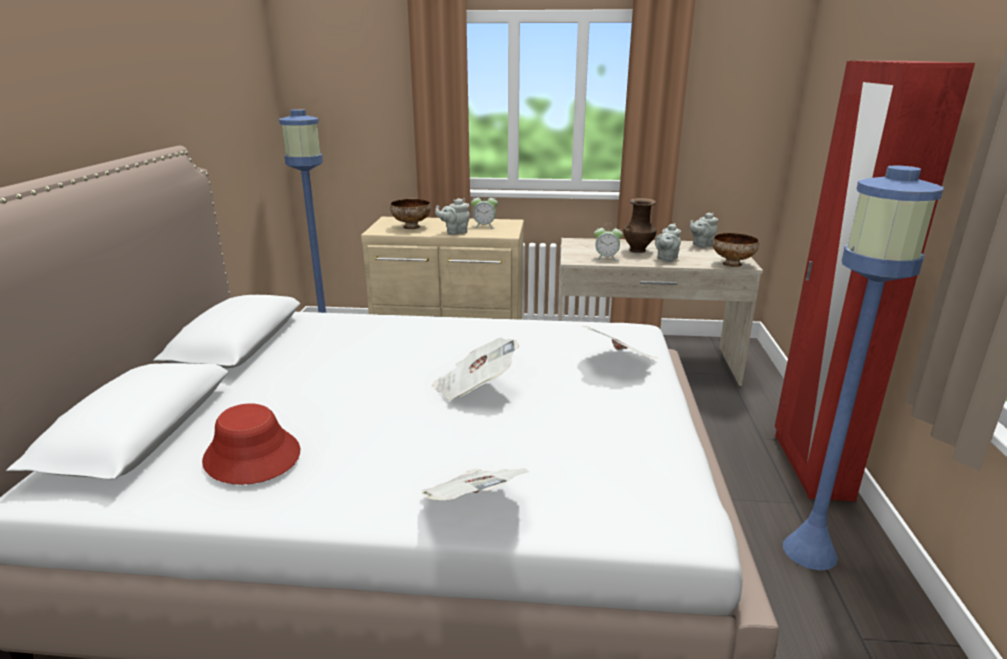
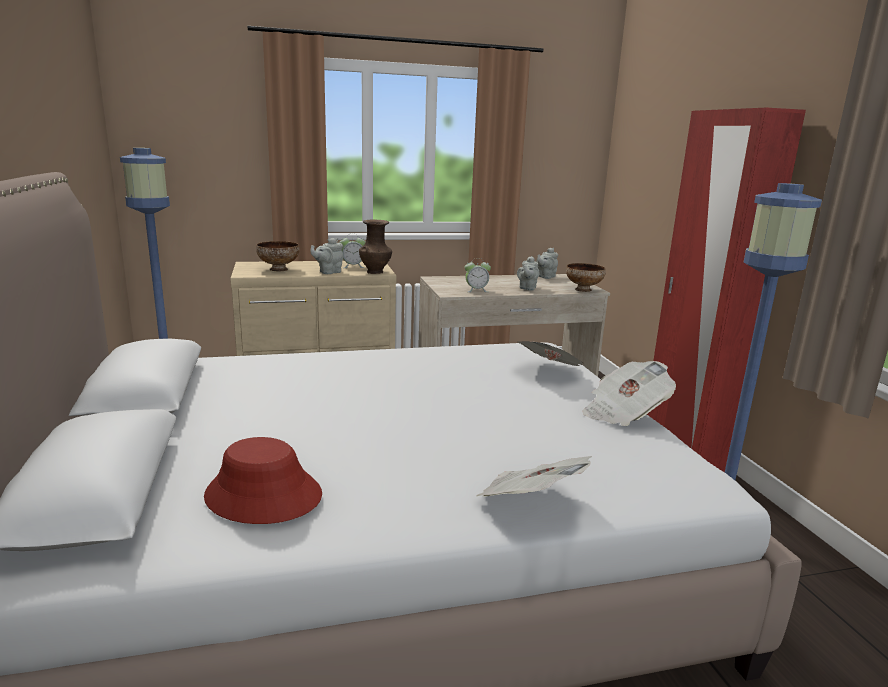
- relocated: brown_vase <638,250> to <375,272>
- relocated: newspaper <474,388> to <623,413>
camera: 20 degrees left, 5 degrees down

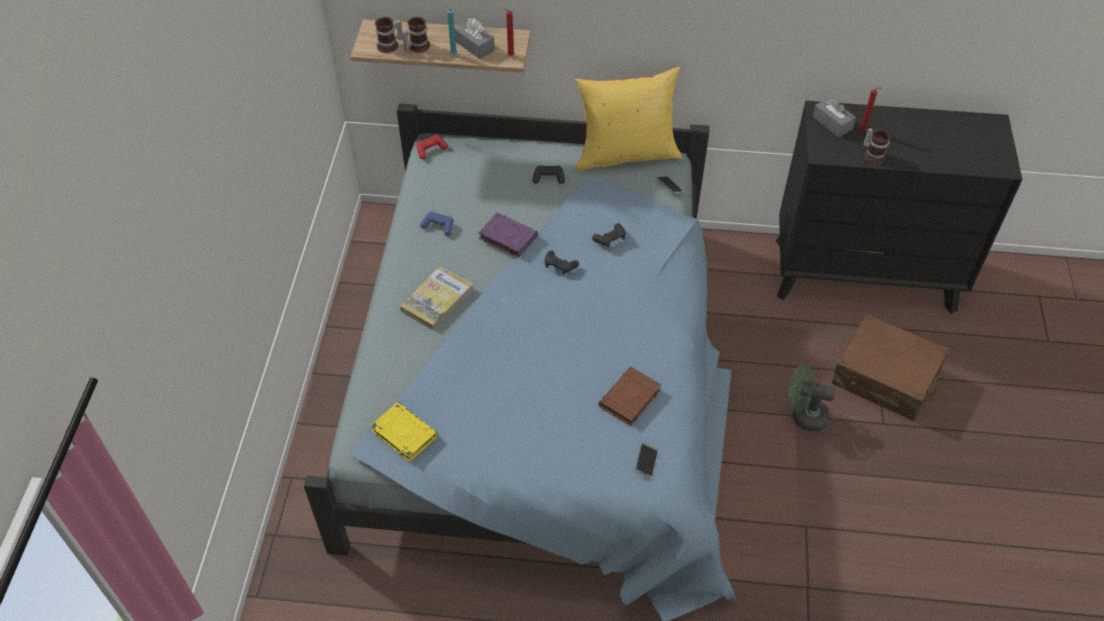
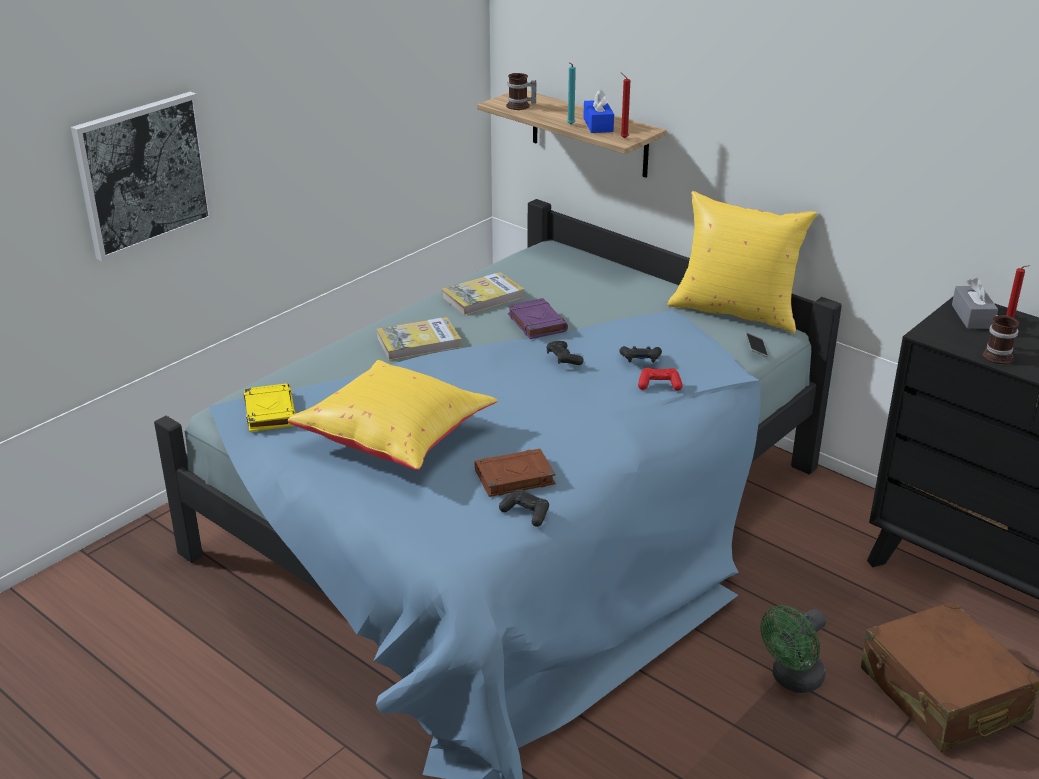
- appeared: picture <143,174>
- appeared: yellow_pillow <396,437>
- exchanged: blue_game_controller <438,226> to book <482,297>
- relocated: black_game_controller <548,178> to <526,513>
- colour: grey_tissue_box <475,46> to blue_tissue_box <598,125>
- relocated: red_game_controller <431,150> to <659,385>
- spun: green_fan <803,416> = <792,680> 90 degrees counterclockwise
- missing: mug <416,46>
- missing: phone <646,462>
camera: 35 degrees right, 20 degrees down

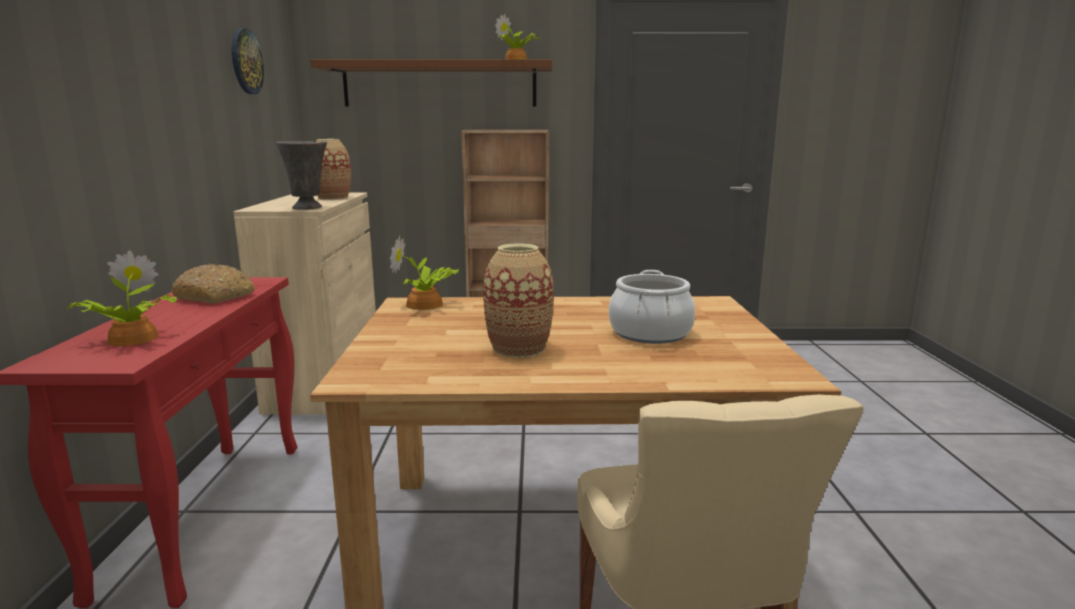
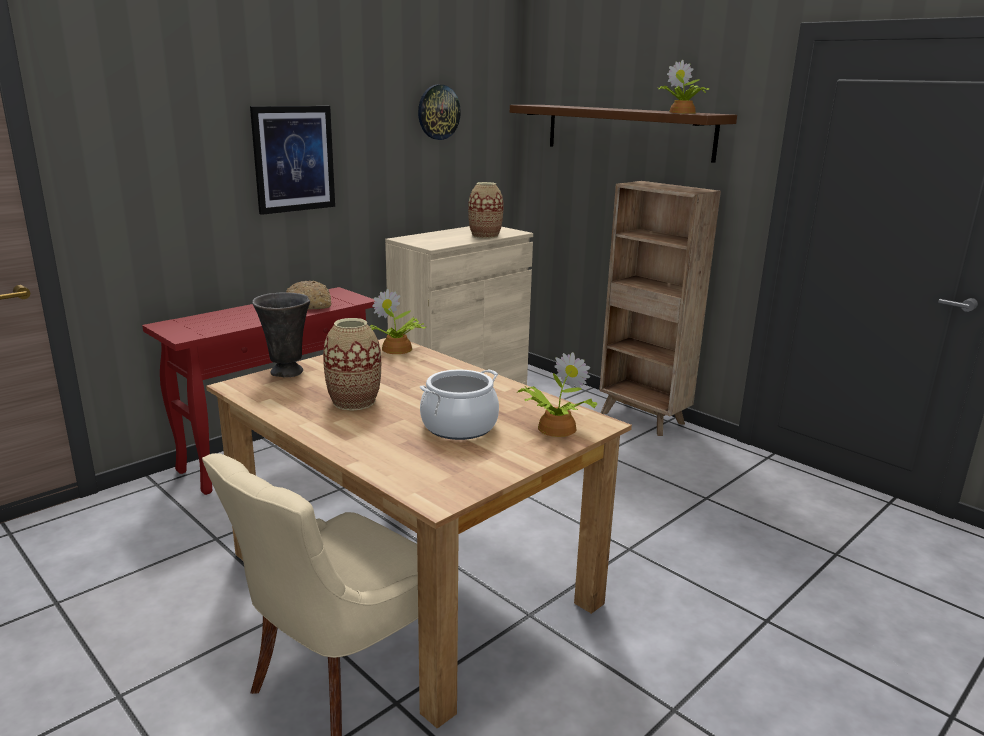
- appeared: picture <293,159>
- relocated: grey_vase <308,208> to <287,373>
- relocated: potted_plant <130,339> to <554,428>
camera: 45 degrees right, 5 degrees up

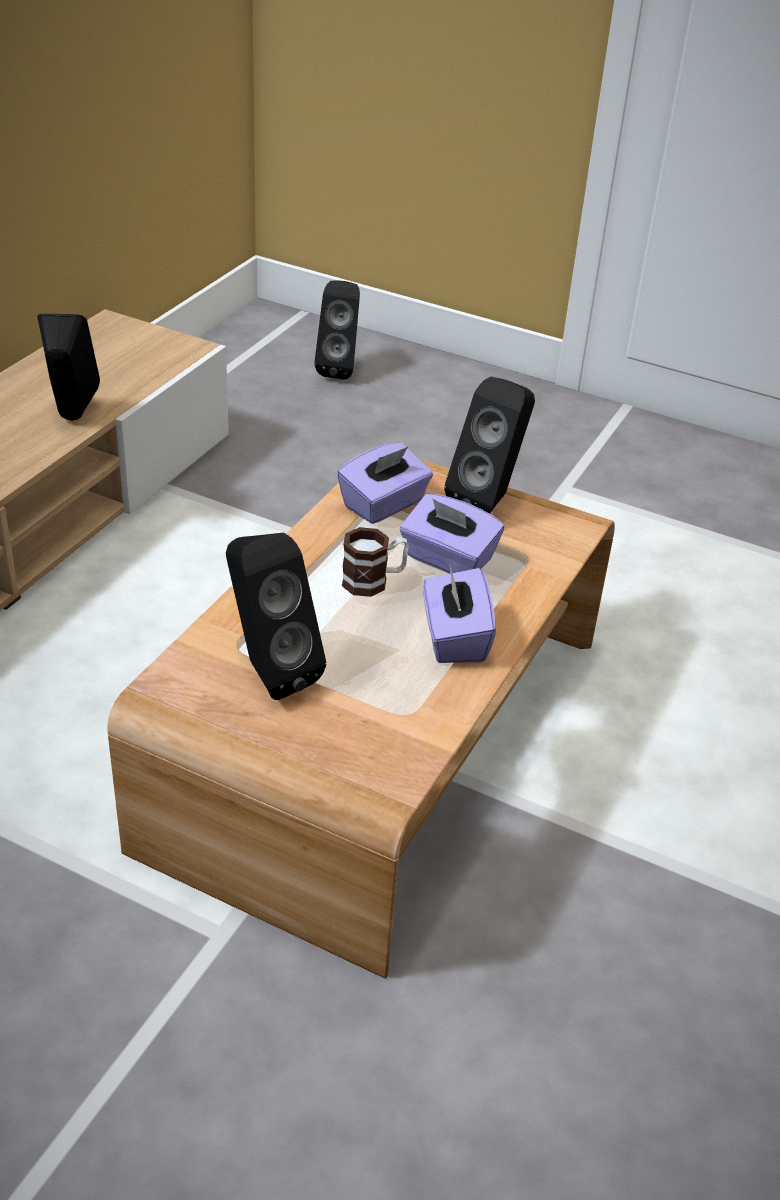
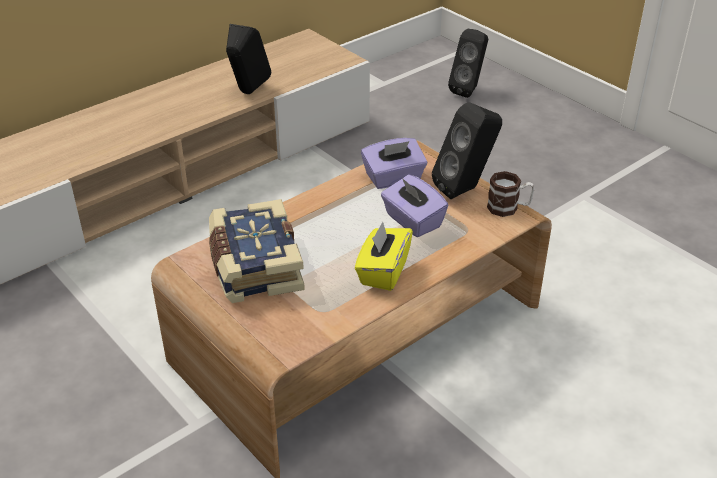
- exchanged: black_speaker <268,672> to book <254,266>
- colour: purple_tissue_box <454,638> to yellow_tissue_box <383,272>
- relocated: mug <374,581> to <509,208>
camera: 25 degrees right, 0 degrees up

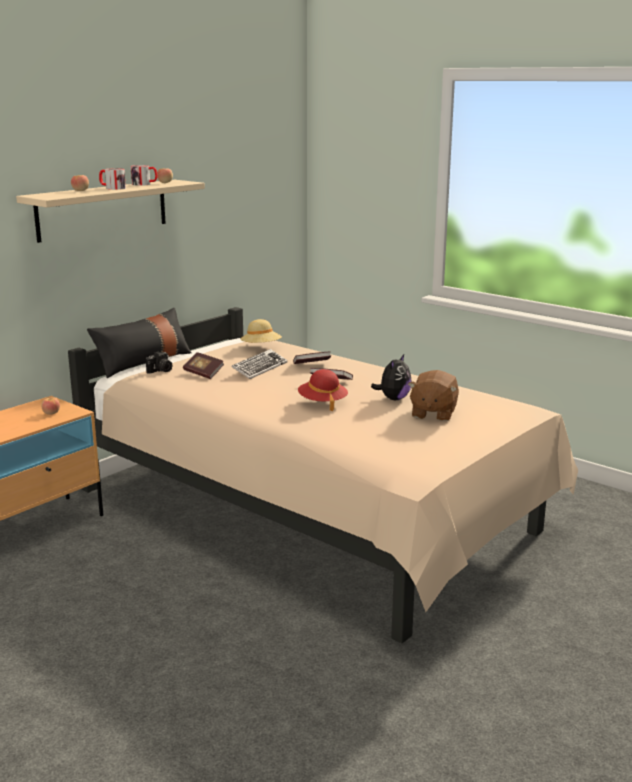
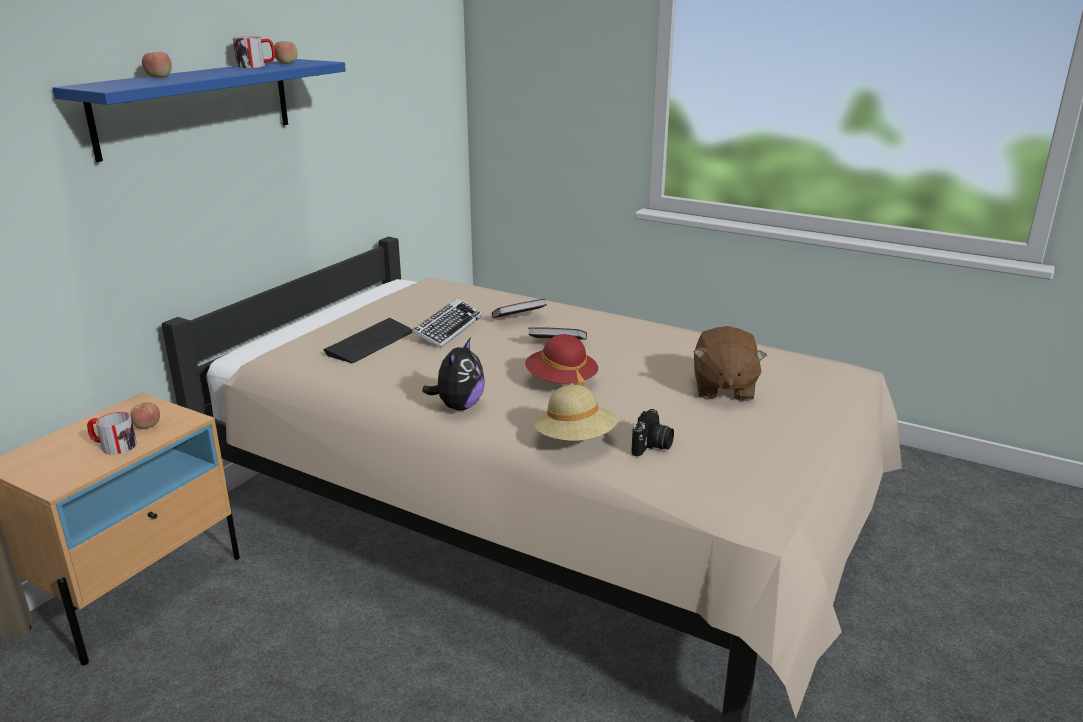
- colour: beige_shelf <103,209> to blue_shelf <195,106>
- relocated: mug <112,188> to <113,446>
- exchanged: book <203,373> to keyboard <370,343>
- relocated: plush_toy <393,398> to <459,406>
- relocated: beige_hat <261,348> to <575,440>
- relocated: photo_camera <160,371> to <652,446>
- missing: black_pillow <143,362>
camera: 10 degrees left, 5 degrees up

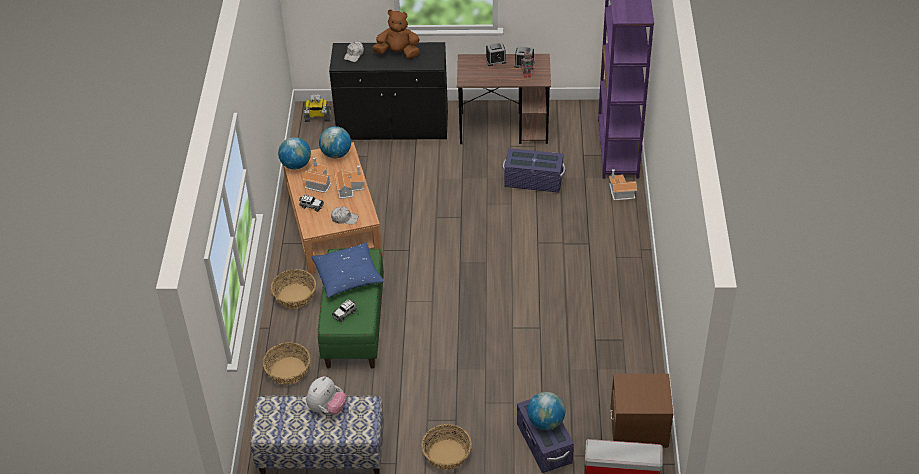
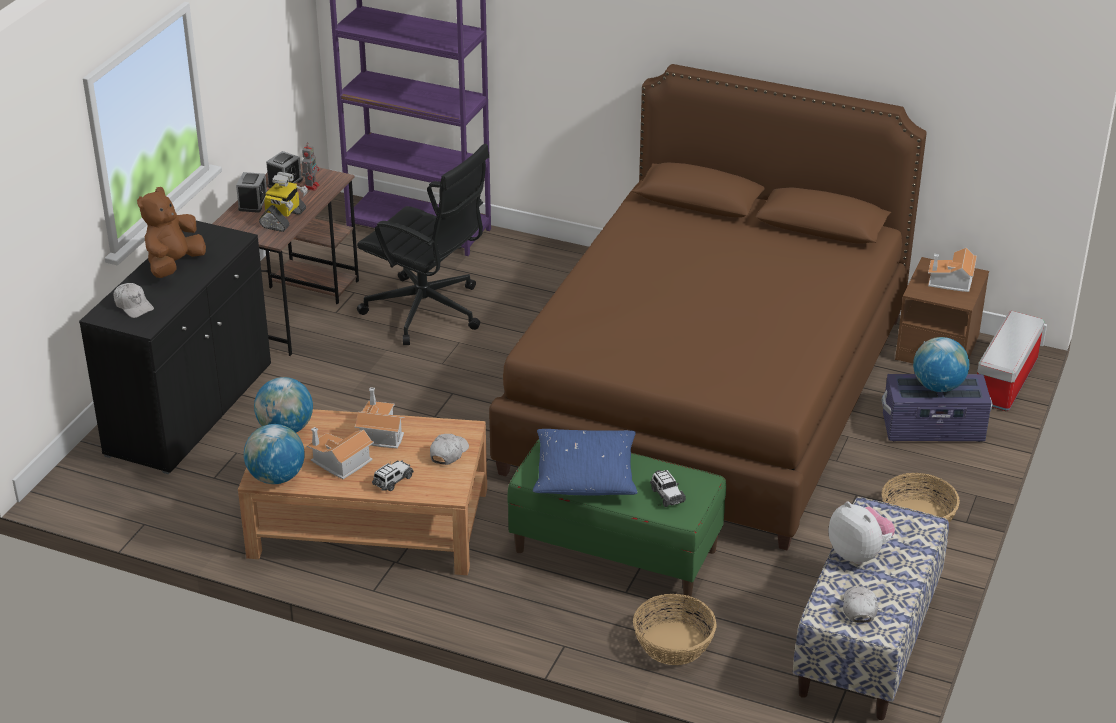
- relocated: toy_robot <317,117> to <284,219>
- exchanged: purple_storage_box <533,181> to black_office_chair <427,312>
- appeared: brown_bed <708,393>
- appeared: white_cap <859,608>
- relocated: toy_house <620,192> to <951,281>
- missing: basket <294,296>
camera: 70 degrees left, 10 degrees down

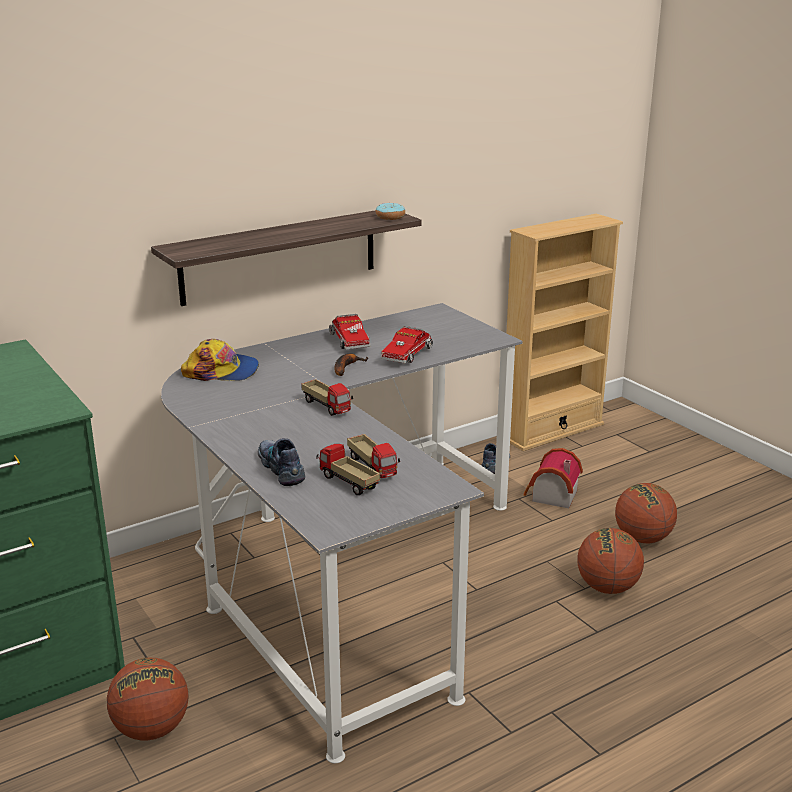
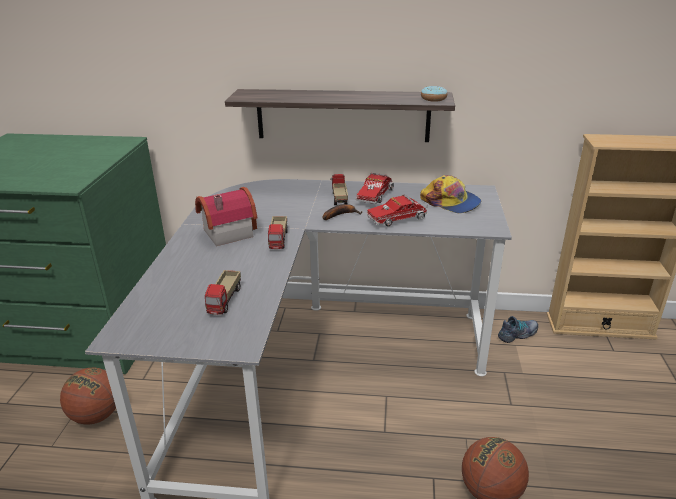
- relocated: toy_house <551,496> to <225,232>
- relocated: toy_truck <348,483> to <339,198>
- relocated: cap <222,371> to <451,202>
- missing: shoe <282,468>
- missing: basketball <642,538>
camera: 40 degrees right, 5 degrees up

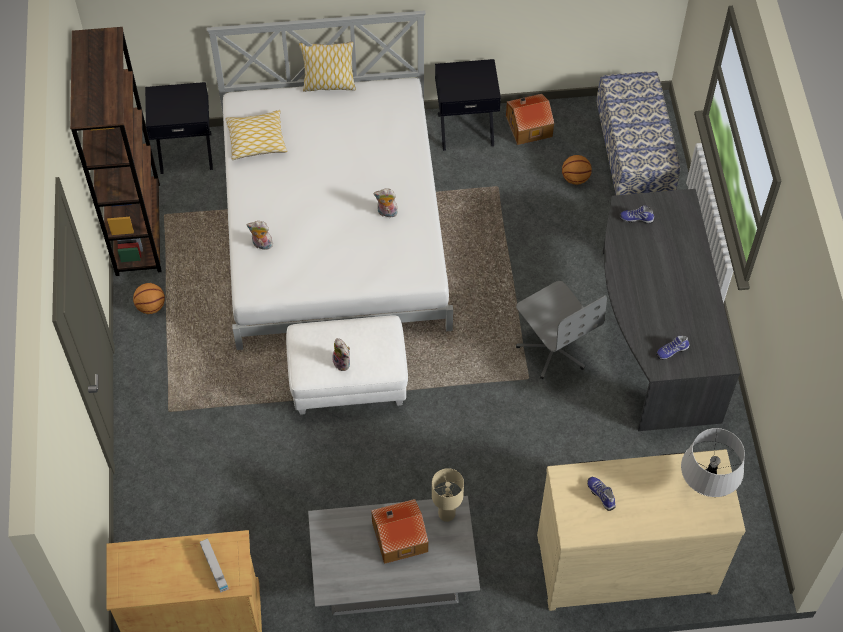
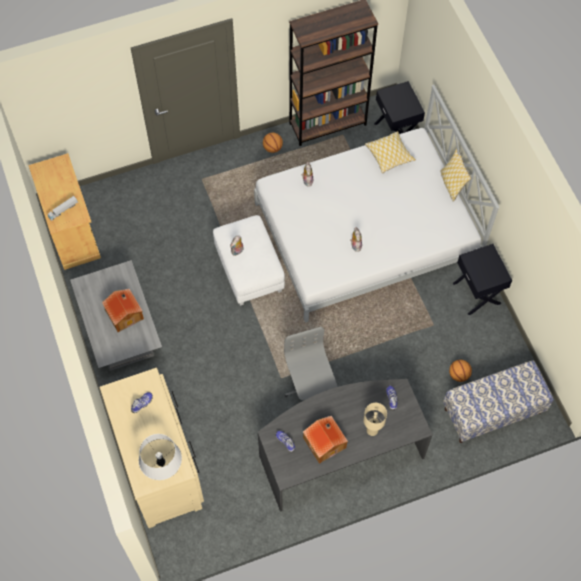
- spun: grey_office_chair <553,348> = <309,389> 120 degrees clockwise
- relocated: toy_house <528,126> to <324,442>
- relocated: beige_table_lamp <447,513> to <372,430>
camera: 75 degrees right, 5 degrees up

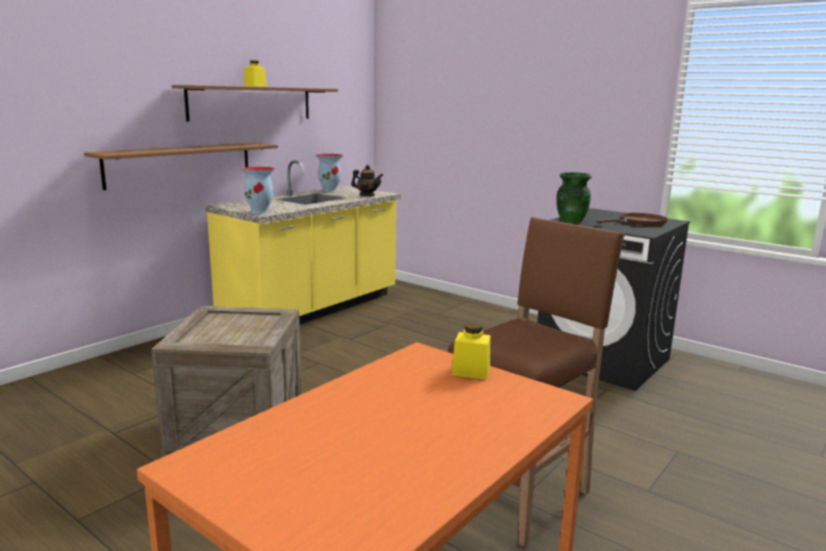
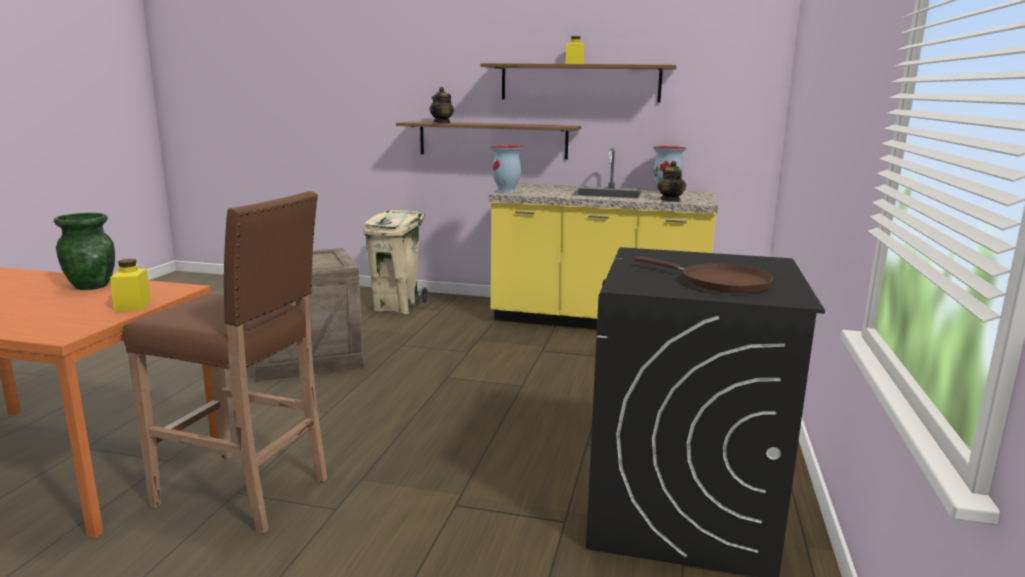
- relocated: green_vase <571,221> to <92,286>
- appeared: beige_trash_can <397,307>
- appeared: teapot <442,122>
camera: 65 degrees right, 0 degrees up

